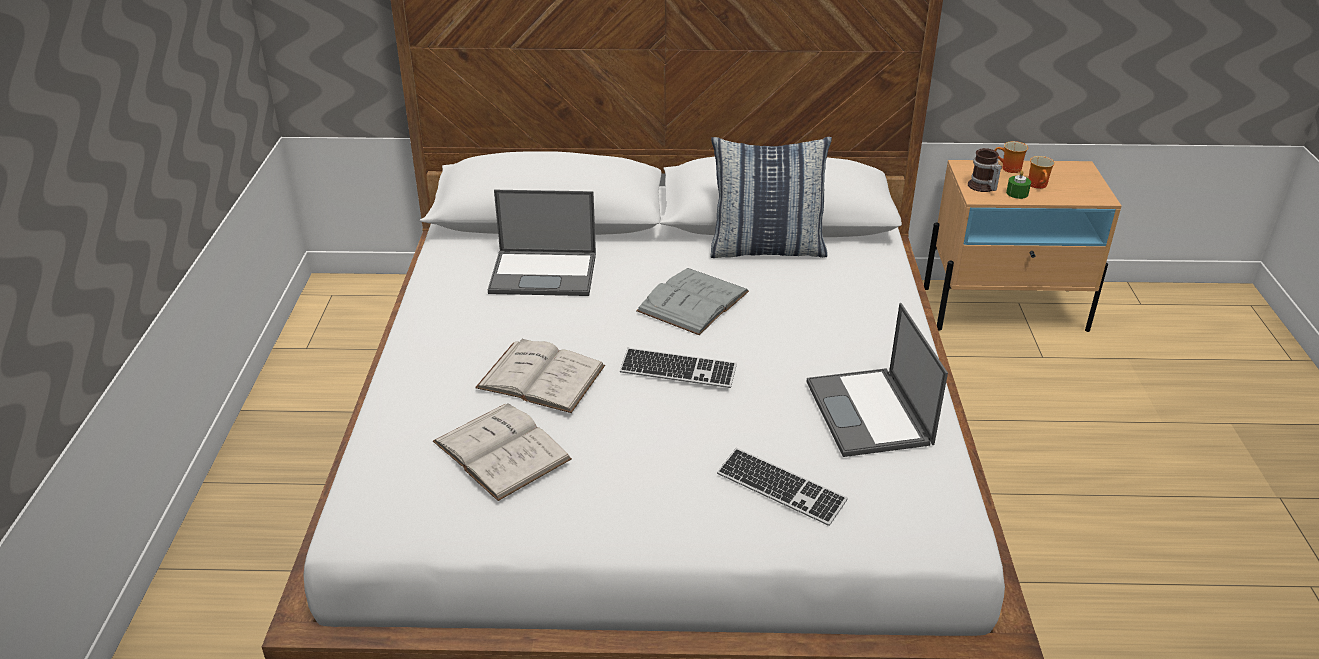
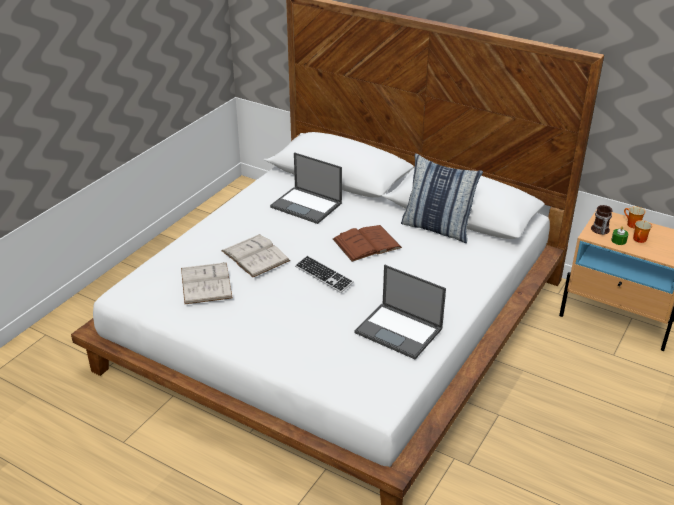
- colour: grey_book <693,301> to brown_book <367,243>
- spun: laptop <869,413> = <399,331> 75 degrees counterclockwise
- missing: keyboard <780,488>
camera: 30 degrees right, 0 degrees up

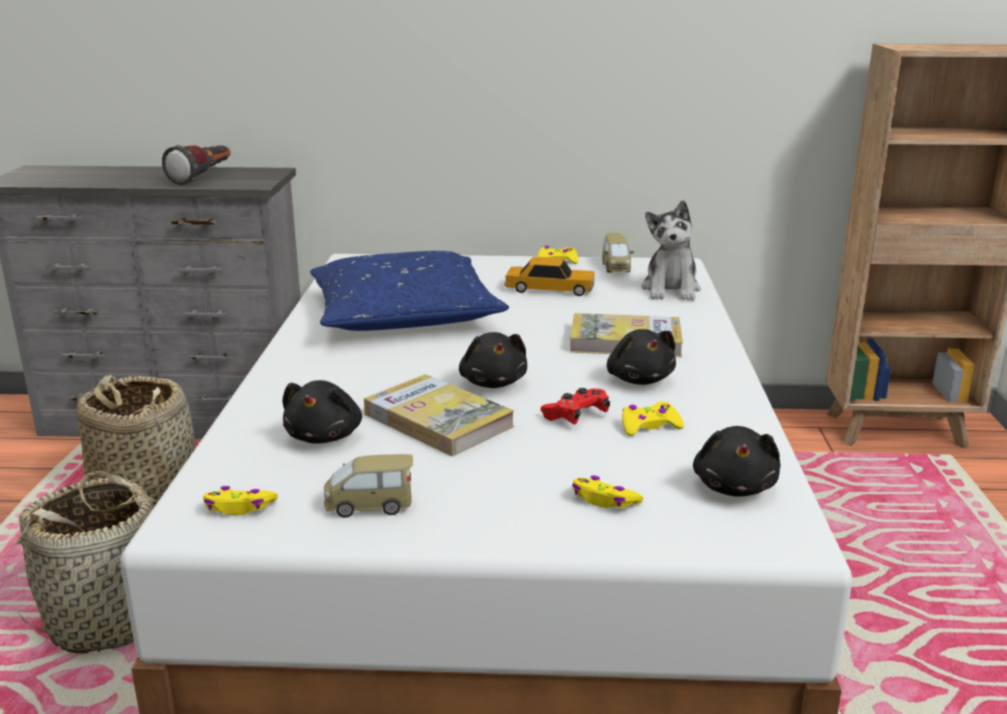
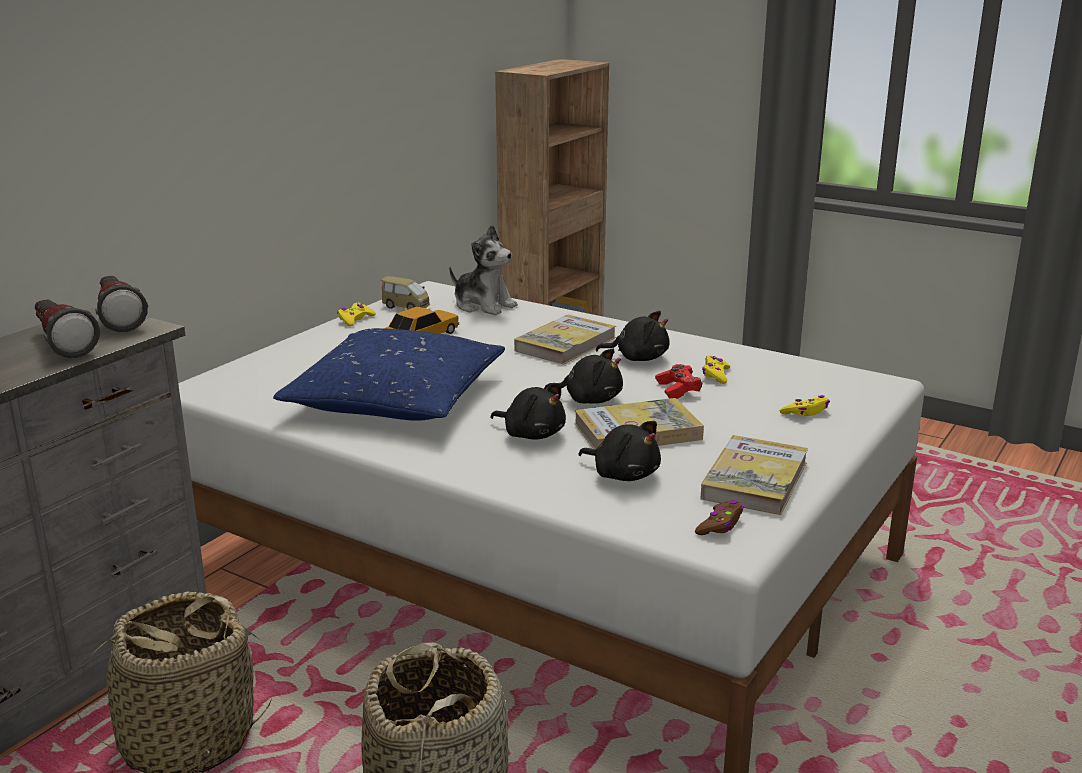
- appeared: flashlight <118,318>
- relocated: black_plush_toy <734,486> to <532,434>
- colour: yellow_game_controller <239,508> to brown_game_controller <720,525>
- exchanged: toy_car <369,505> to book <755,480>
camera: 60 degrees left, 0 degrees up

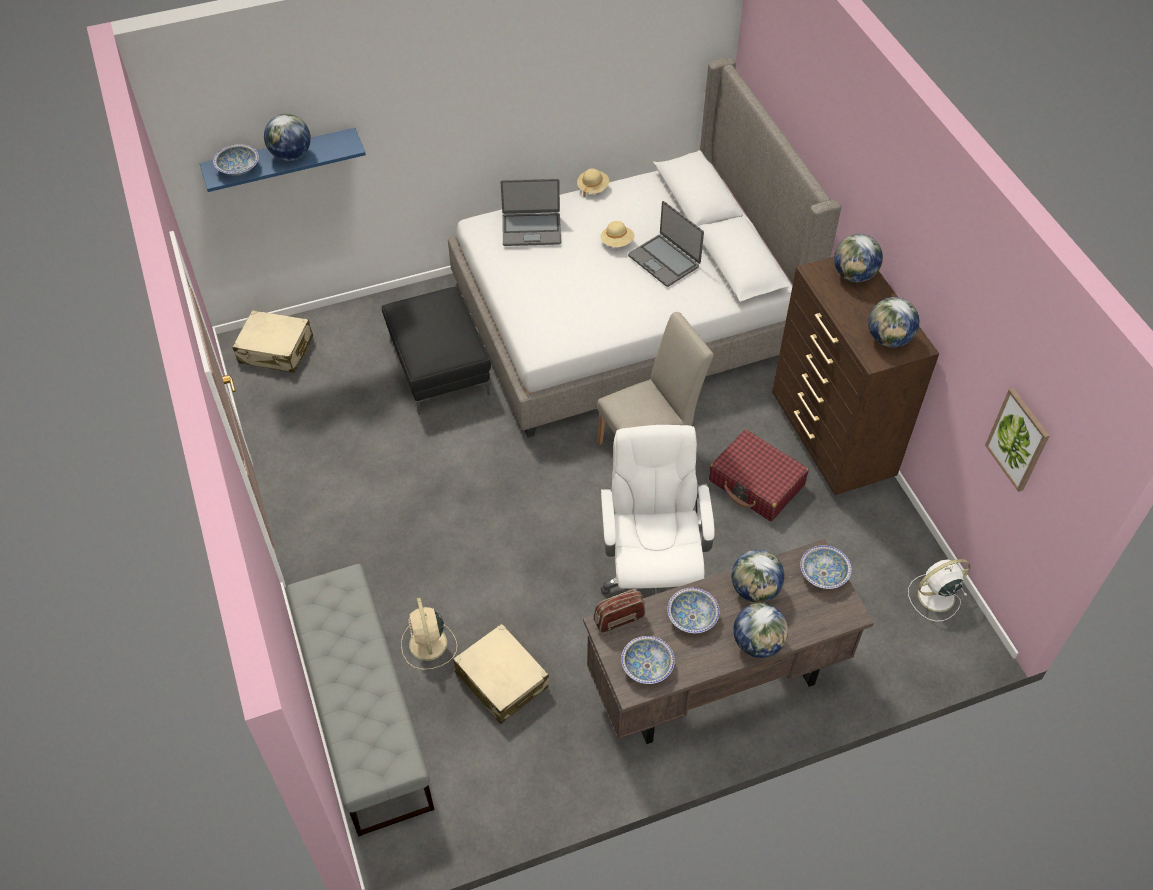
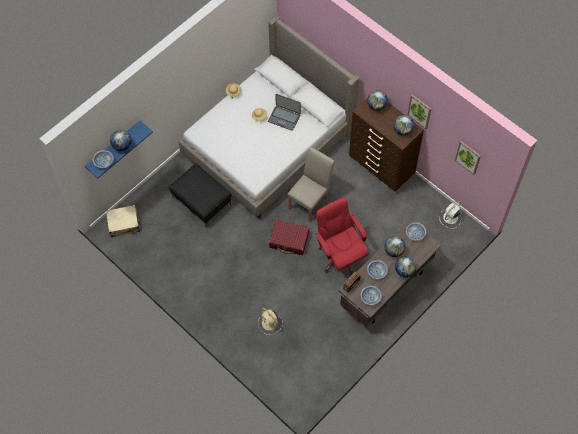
- relocated: red_suitcase <756,483> to <289,240>
- colour: white_office_chair <651,574> to red_office_chair <340,256>
- appeared: picture <419,111>
- missing: grey_bench <364,711>
- missing: beige_suitcase <501,680>
- missing: laptop <531,229>
camera: 25 degrees left, 10 degrees up

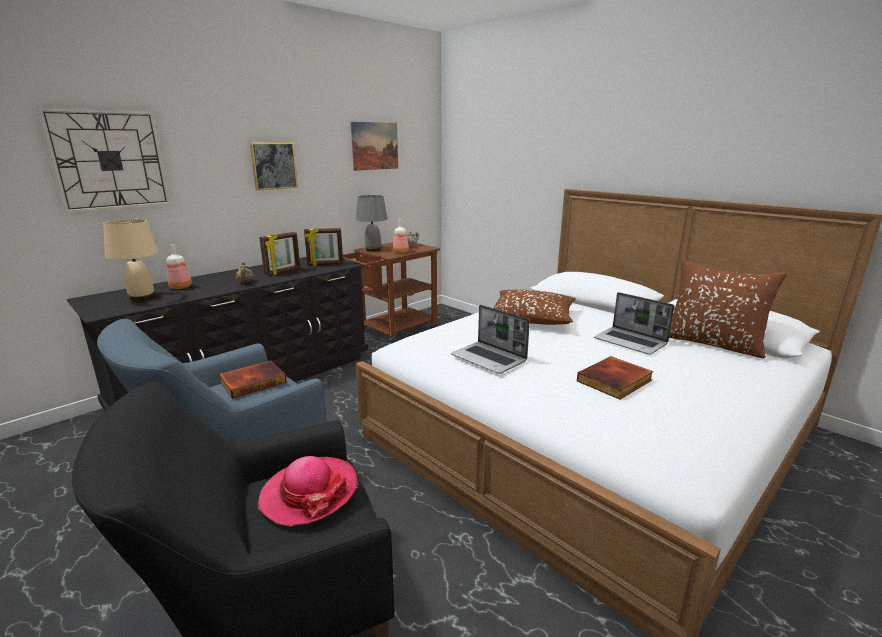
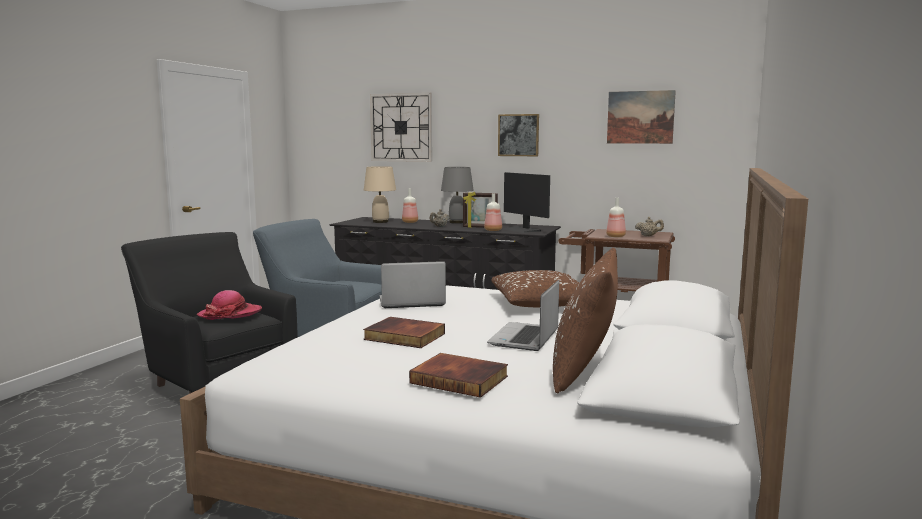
- spun: laptop <489,359> = <411,302> 60 degrees clockwise
- relocated: book <253,381> to <460,379>
- relocated: grey_table_lamp <373,250> to <457,222>
- appeared: bottle <493,230>
- exchanged: picture_frame <325,264> to monitor <521,230>
camera: 65 degrees right, 10 degrees down

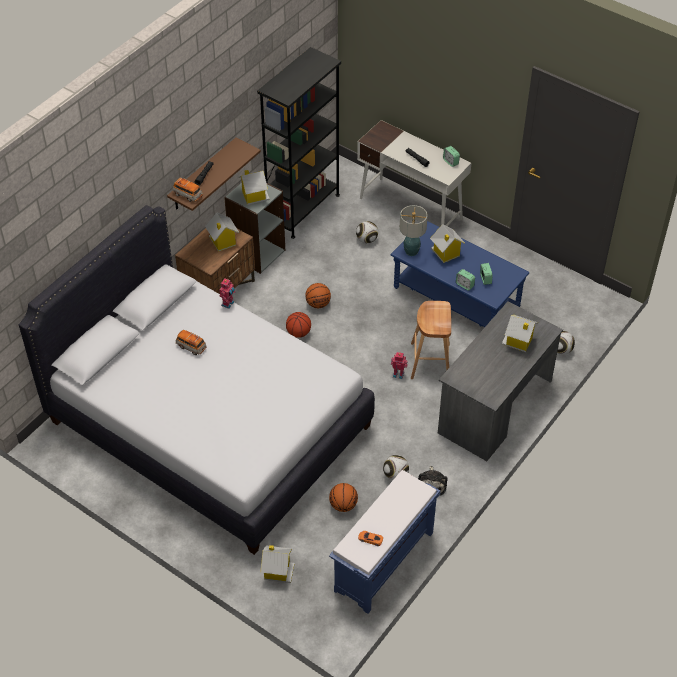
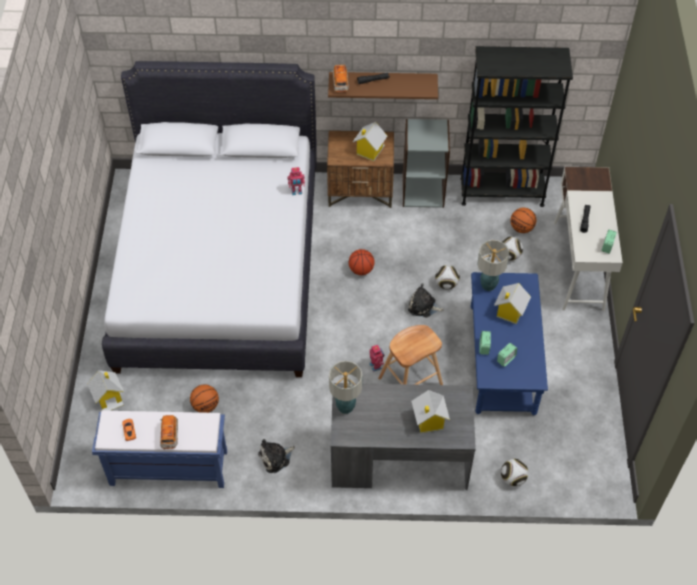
- relocated: toy_car <191,347> to <170,435>
- appeared: table_lamp <346,407>
- appeared: plush_toy <423,306>
- relocated: football <395,475> to <446,284>
- relocated: basketball <318,304> to <521,228>
- missing: toy_house <254,196>
camera: 55 degrees right, 5 degrees up

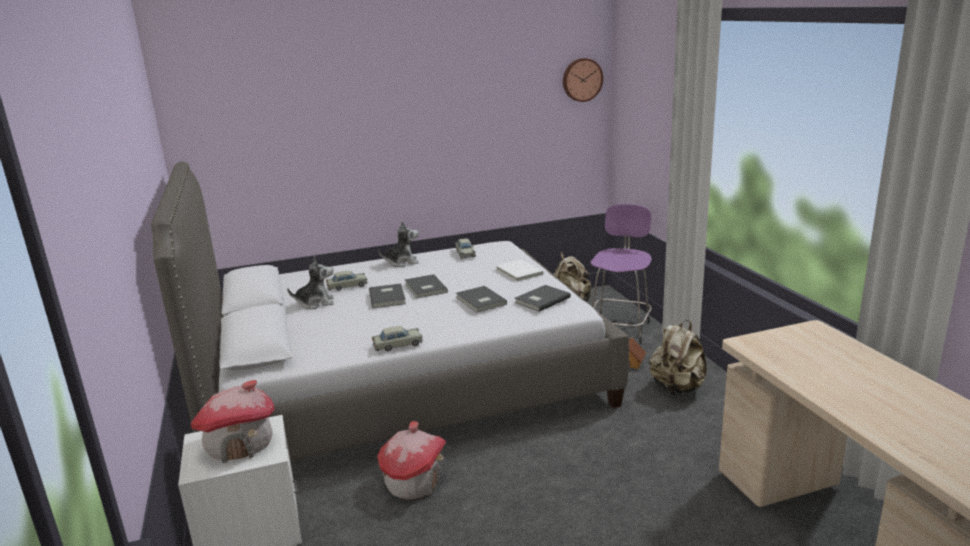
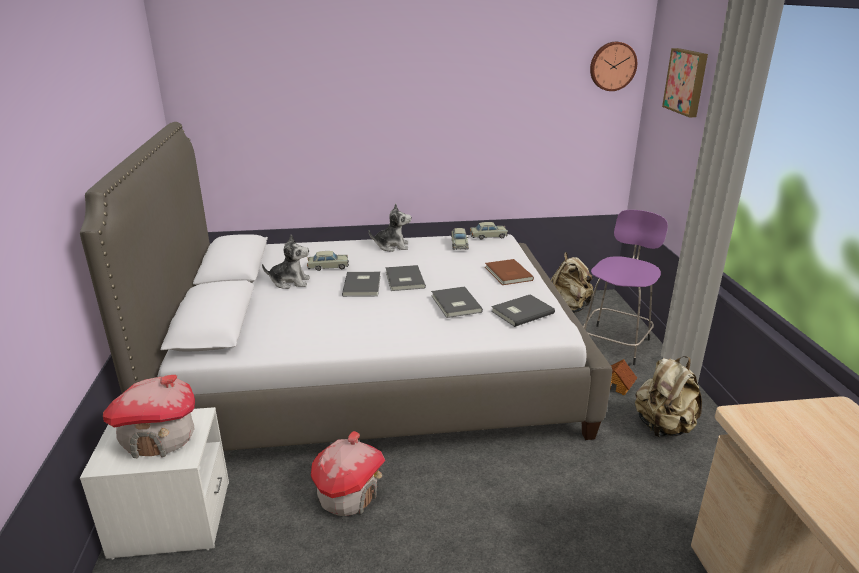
- relocated: beige_toy_car <398,345> to <488,236>
- colour: white_book <518,272> to brown_book <507,274>
- appeared: picture <687,81>
camera: 10 degrees right, 5 degrees up

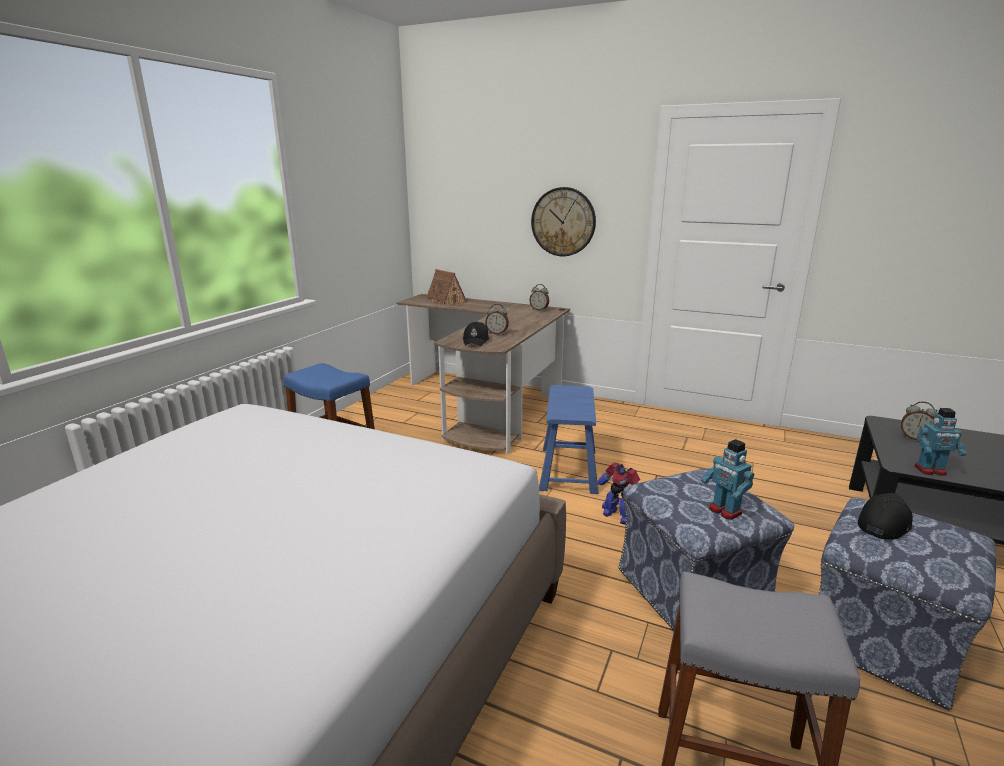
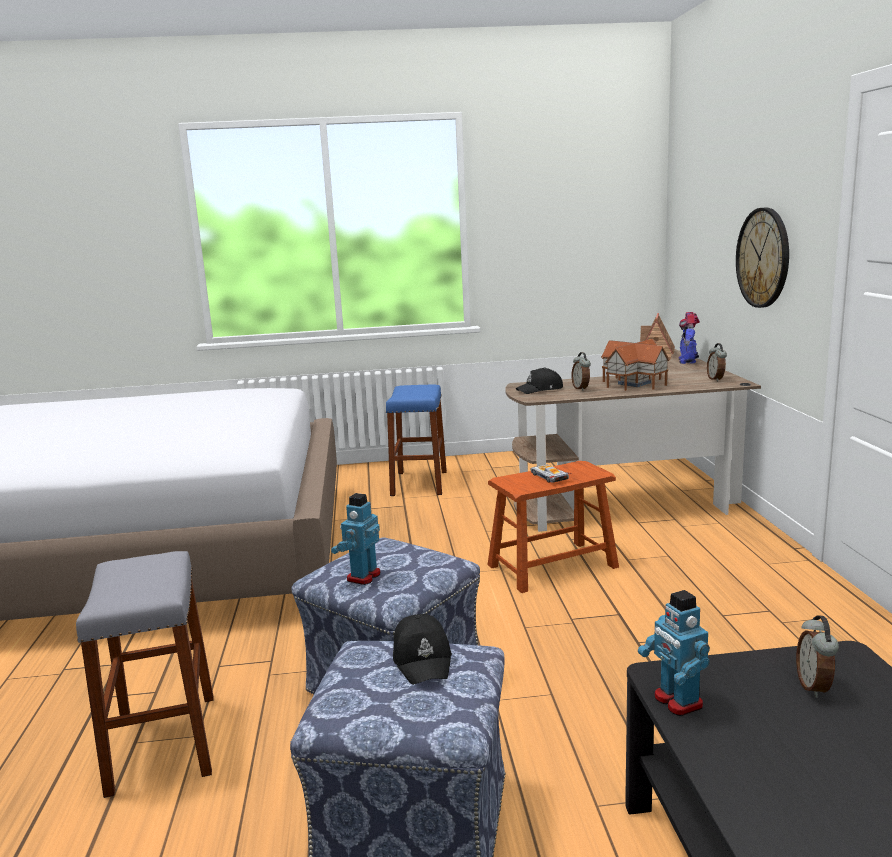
- spun: black_cap <883,523> = <423,659> 60 degrees clockwise
- colour: blue_stool <568,470> to brown_stool <552,566>
- appeared: toy_car <548,477>
- appeared: toy_house <635,383>
- relocated: toy_robot <618,515> to <688,361>
camera: 60 degrees right, 5 degrees down

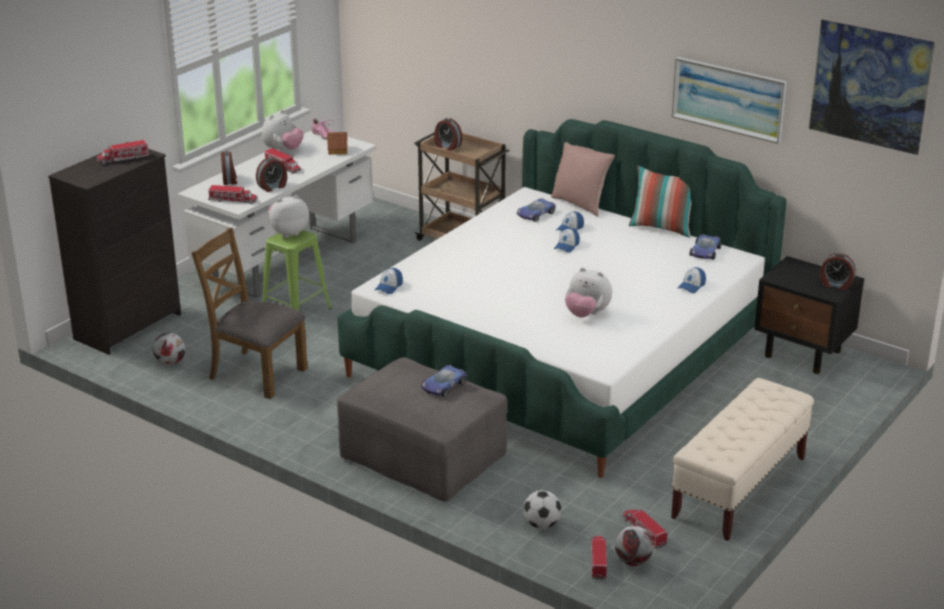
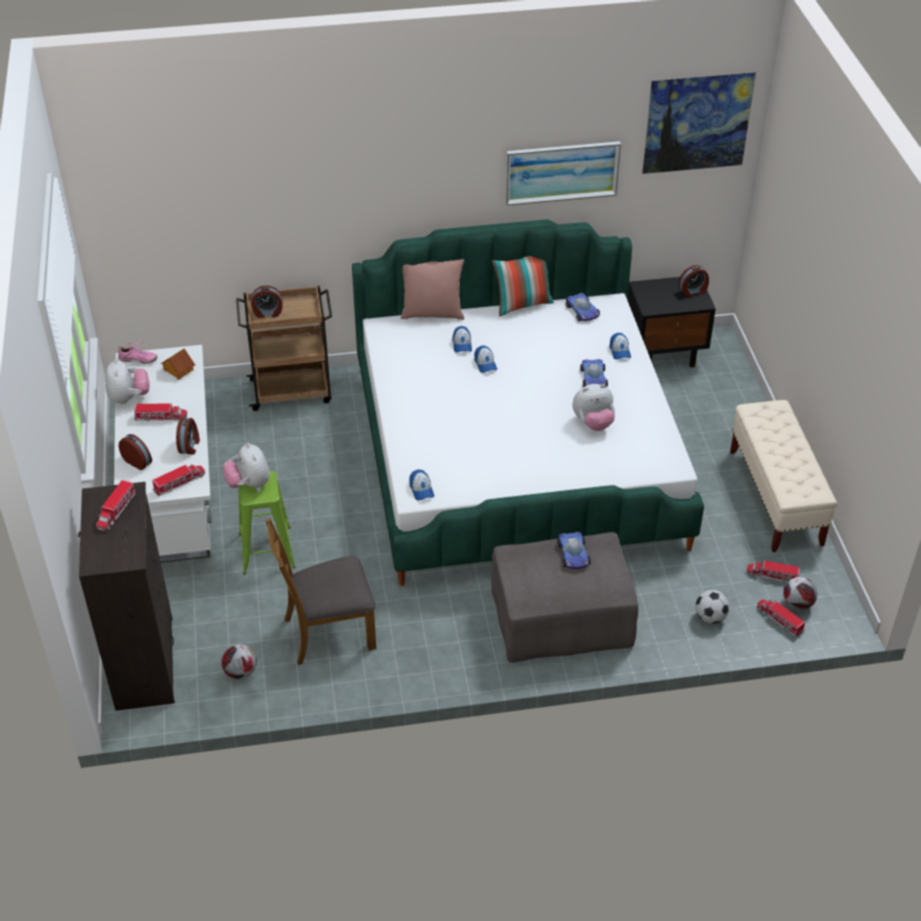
- spun: plush_toy <288,232> = <249,484> 45 degrees counterclockwise
- relocated: toy_car <535,214> to <593,378>
camera: 45 degrees left, 15 degrees up

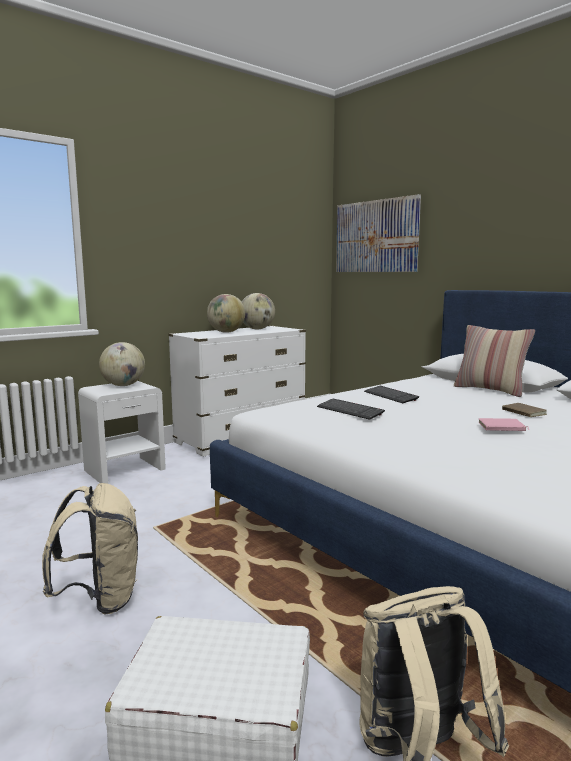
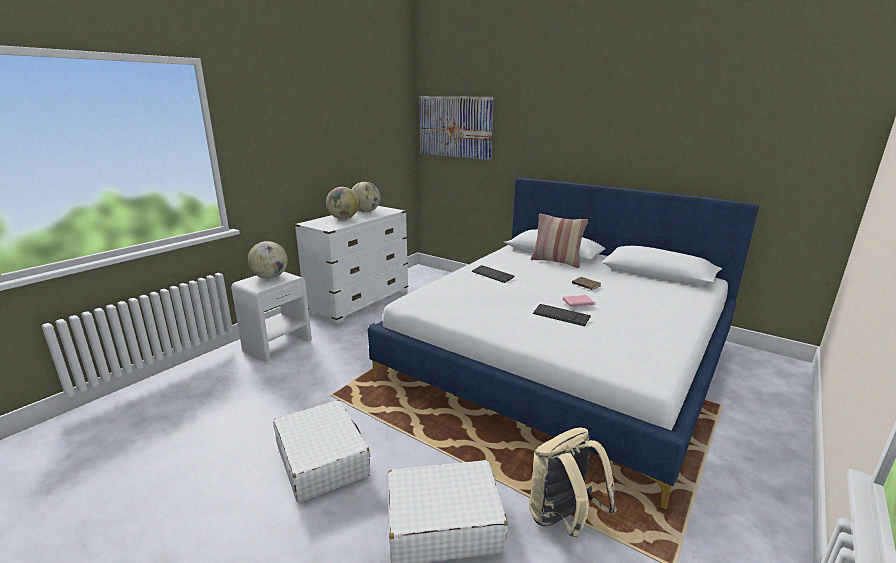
- exchanged: beige_backpack <100,598> to white_suitcase <322,459>
- relocated: keyboard <350,410> to <561,316>
camera: 15 degrees left, 10 degrees up

